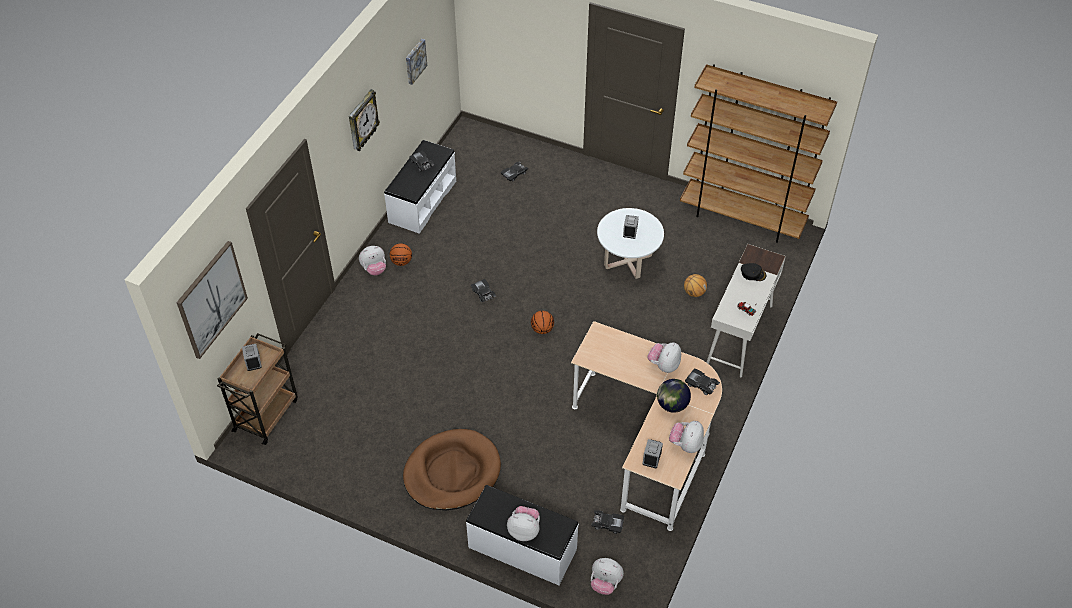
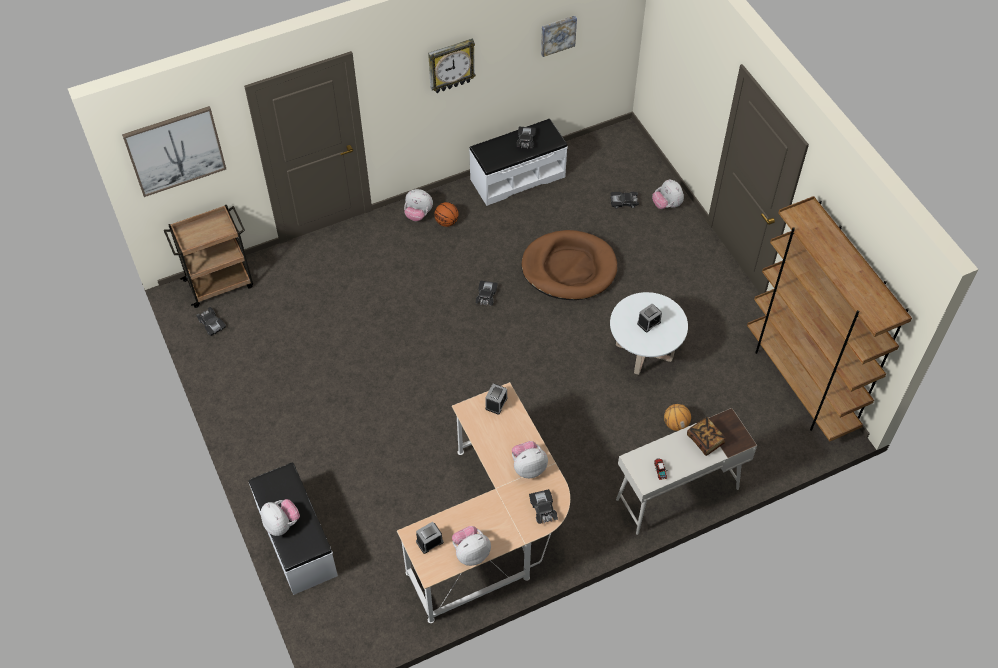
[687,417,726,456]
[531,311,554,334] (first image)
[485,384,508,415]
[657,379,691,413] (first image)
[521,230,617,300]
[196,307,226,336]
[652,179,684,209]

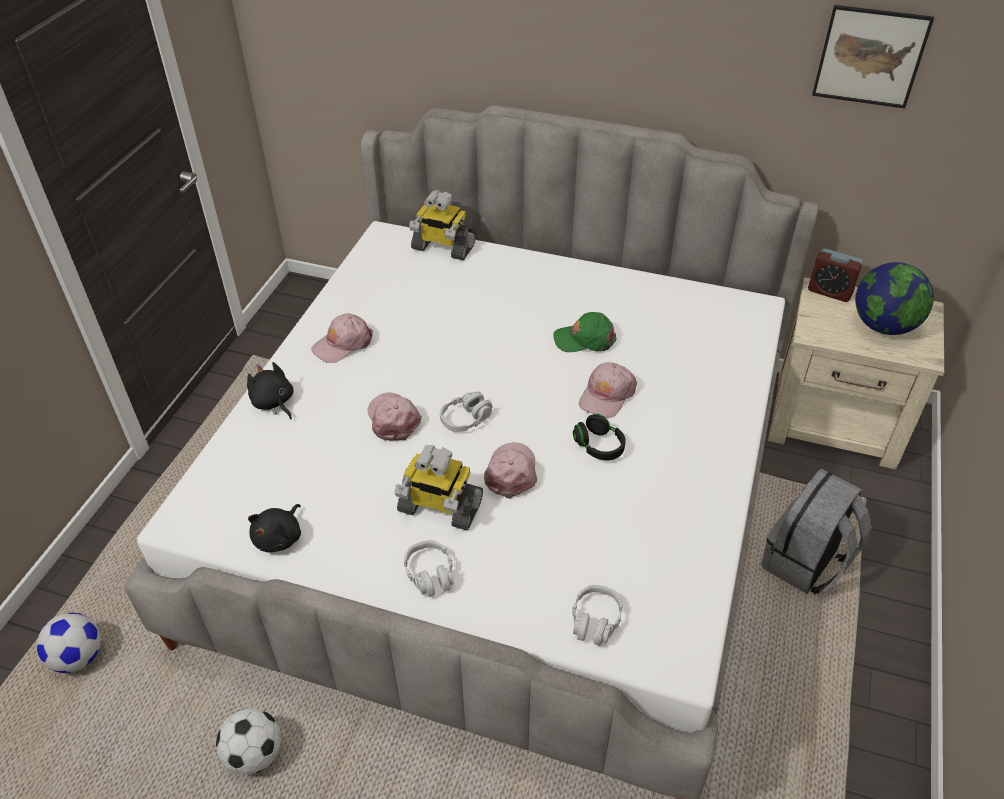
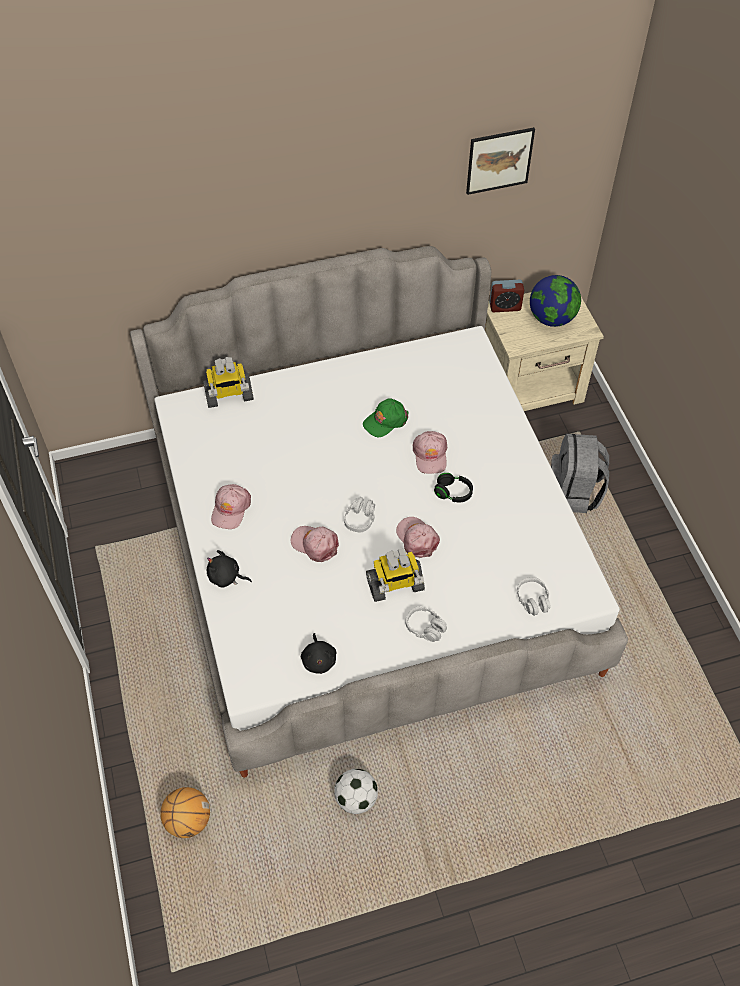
[160,787,210,838]

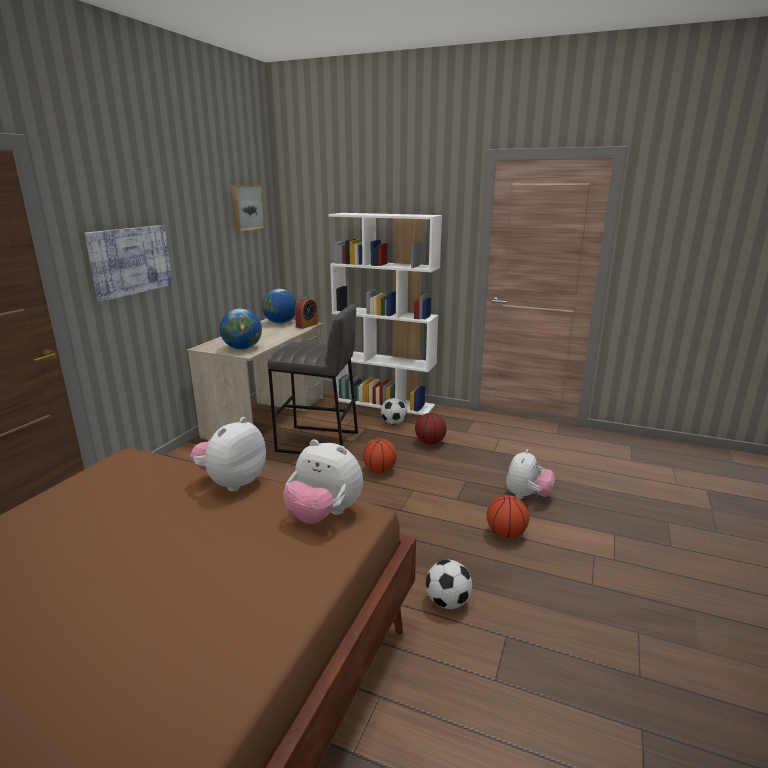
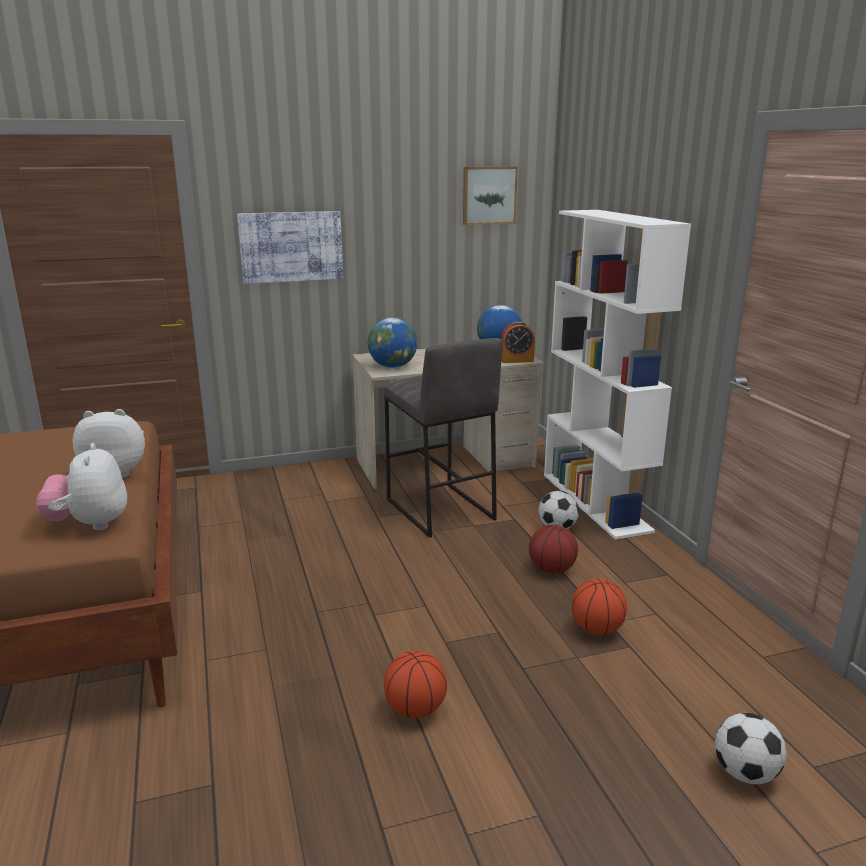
[572,579,627,635]
[506,449,555,499] (first image)
[715,713,786,784]

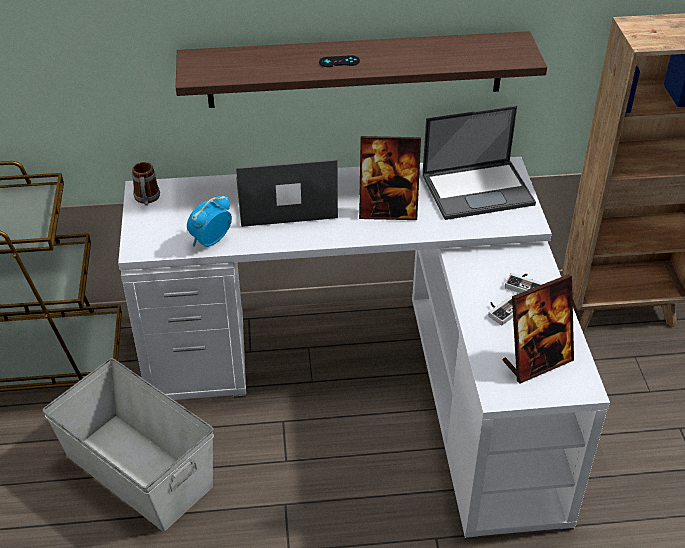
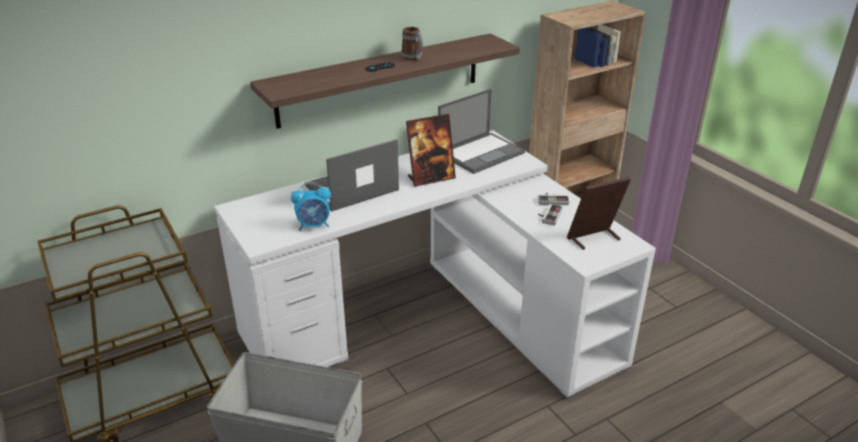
[401,27,423,60]
[291,182,331,231]
[567,177,631,250]

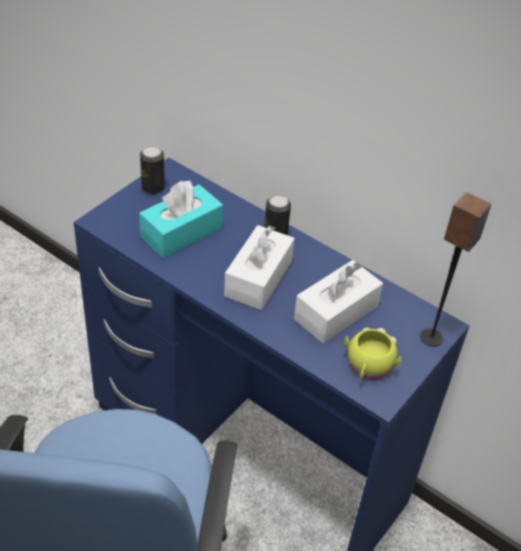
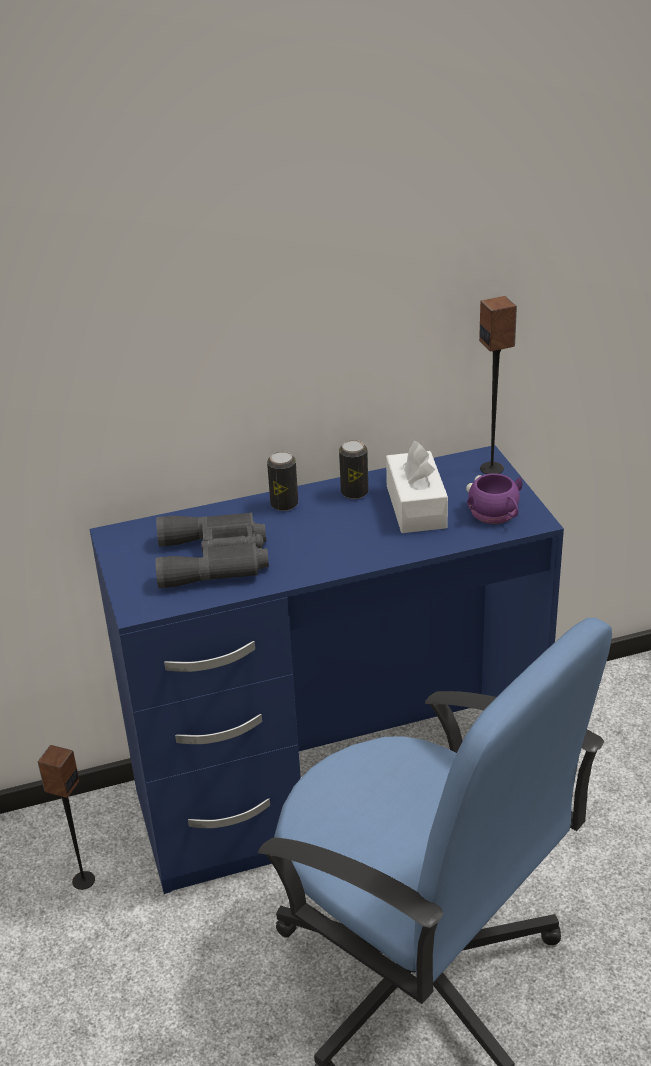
[339,440,368,499]
[156,513,269,588]
[224,225,295,310] (first image)
[466,473,522,524]
[38,745,95,890]

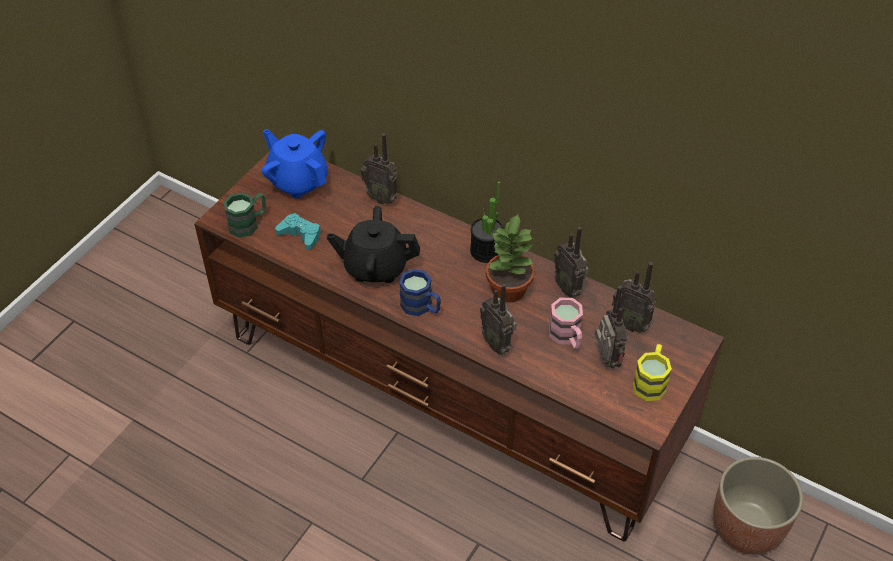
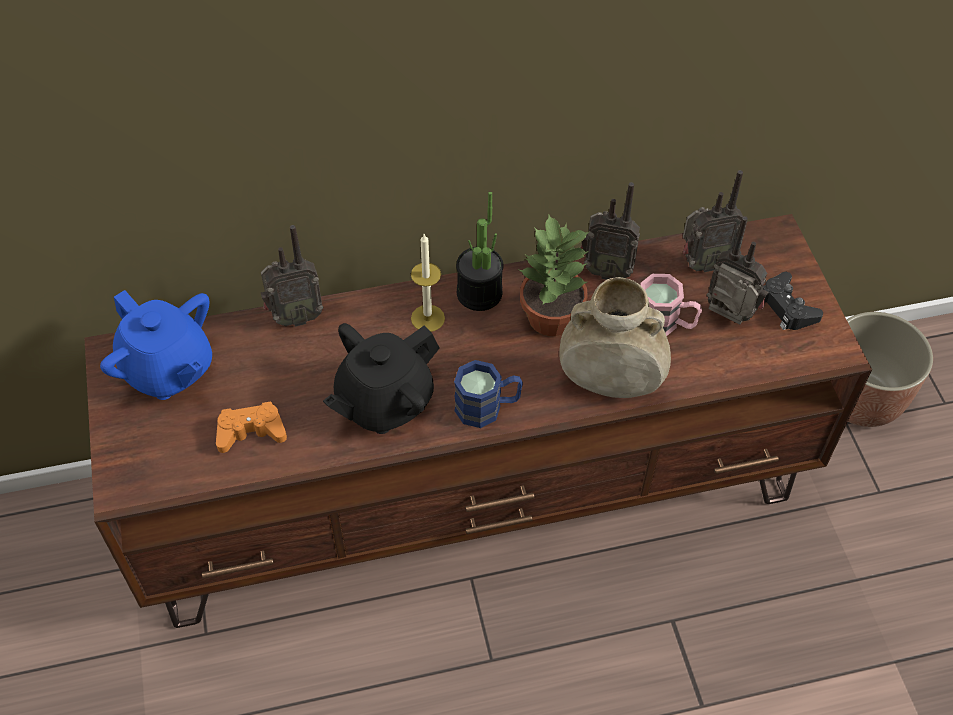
[100,290,212,400]
[224,192,266,238] (first image)
[216,401,287,453]
[559,277,671,398]
[763,272,823,330]
[411,234,445,332]

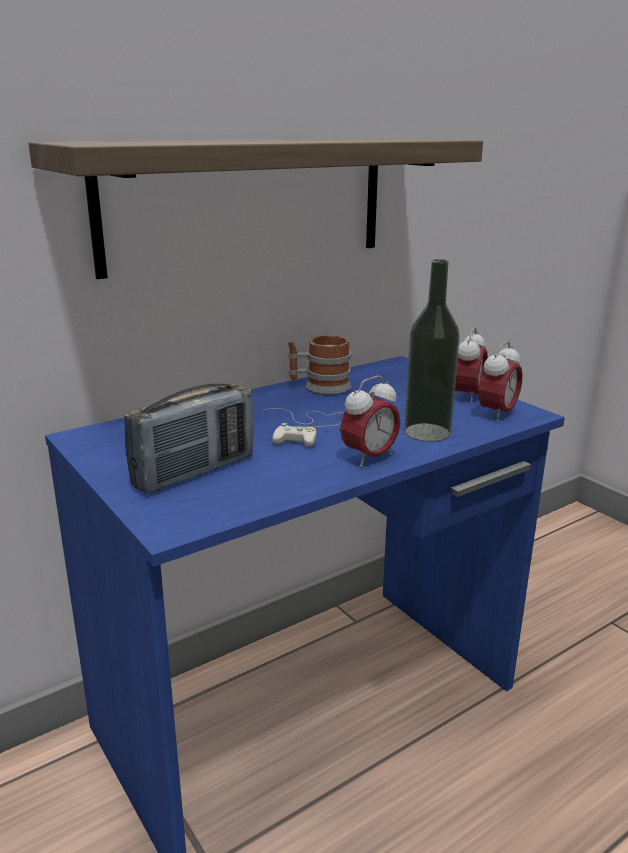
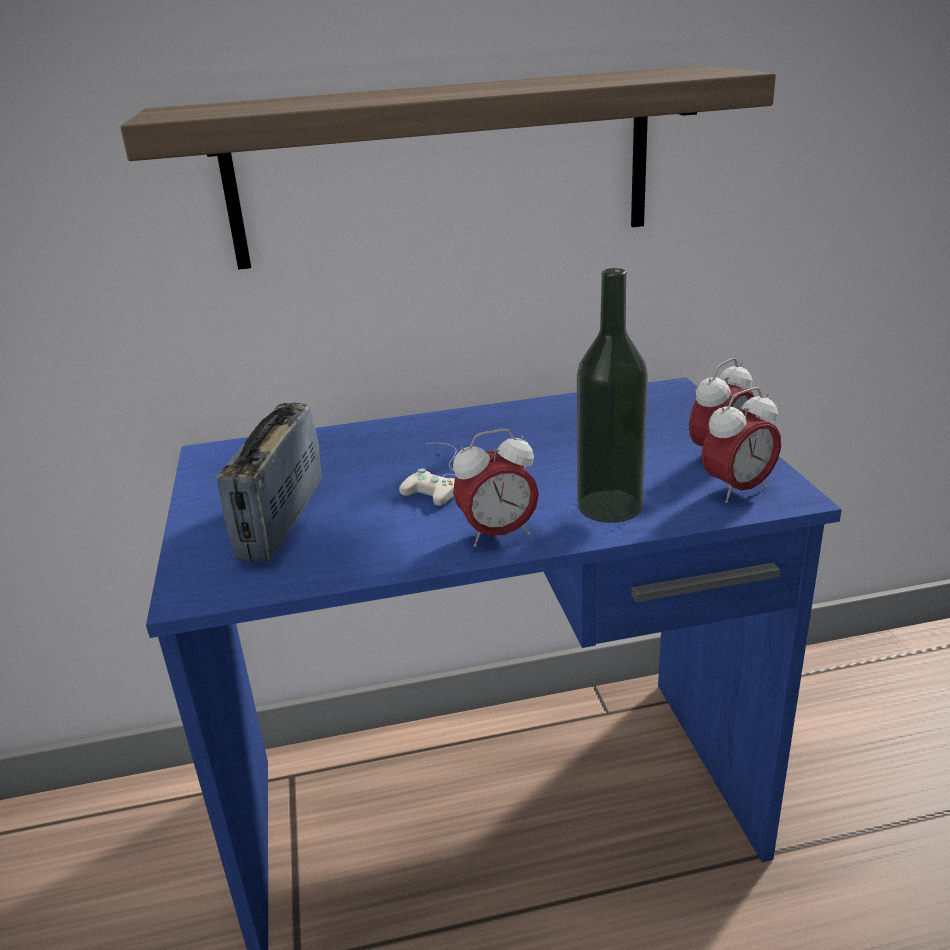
[288,335,352,395] (first image)
[217,403,321,562]

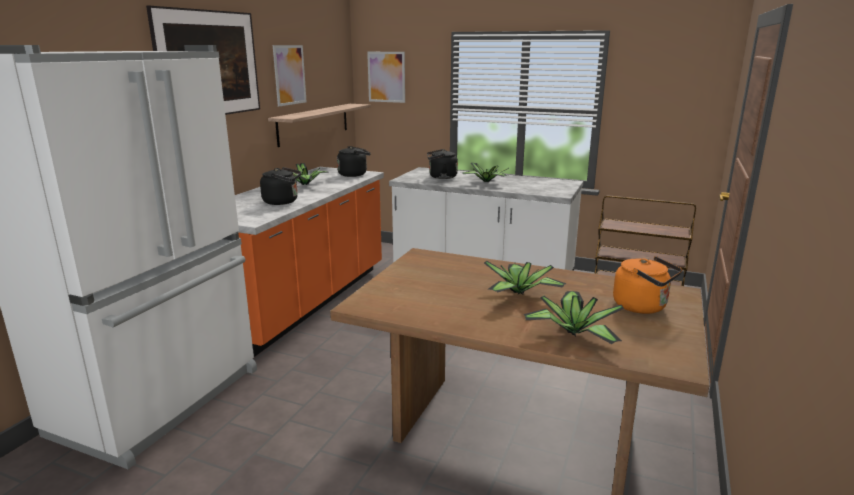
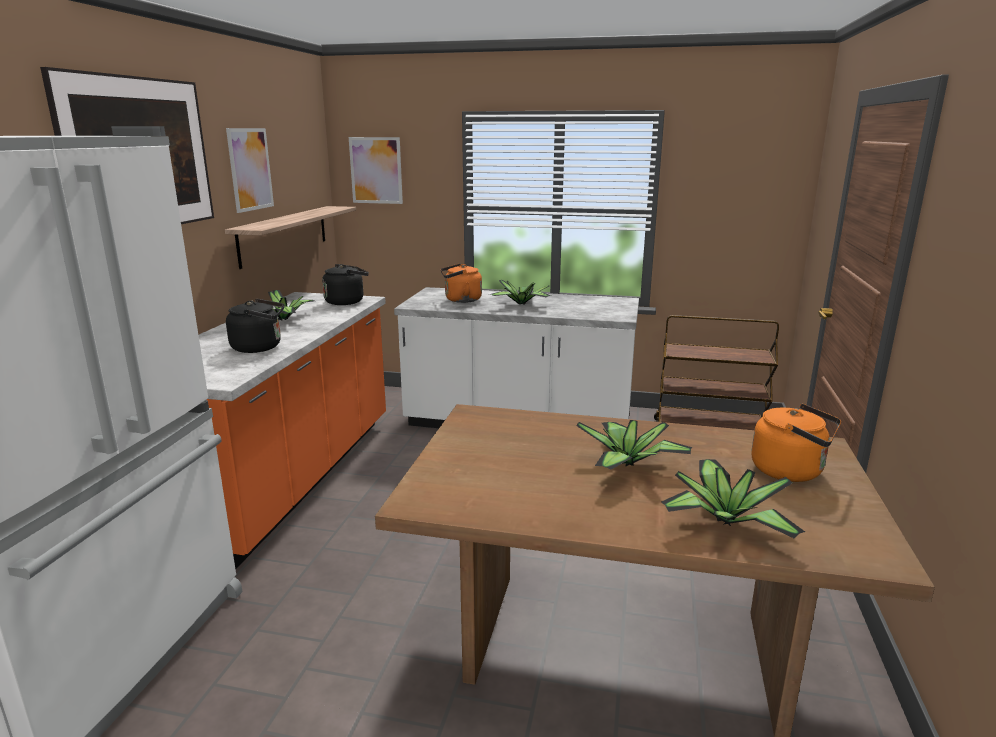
[441,263,482,303]

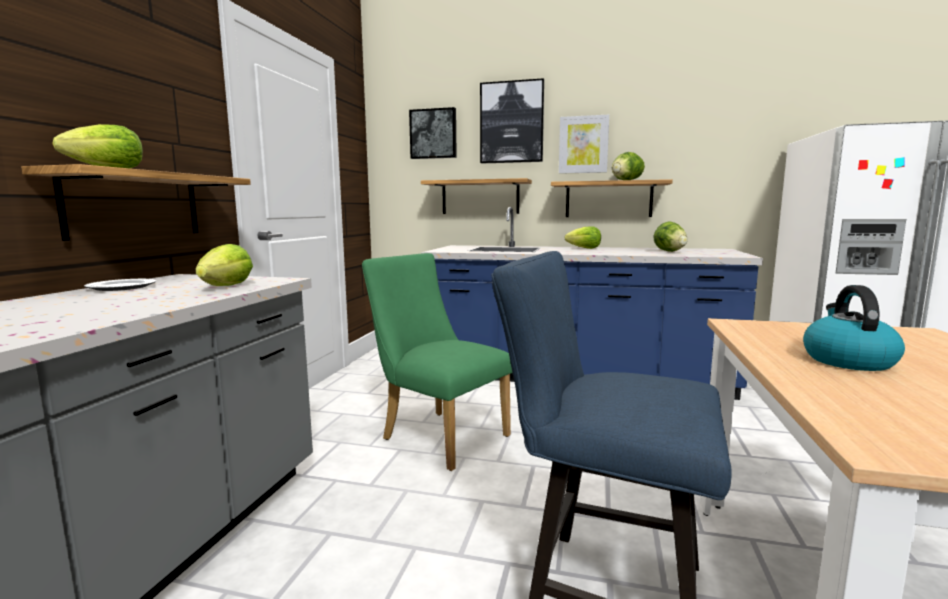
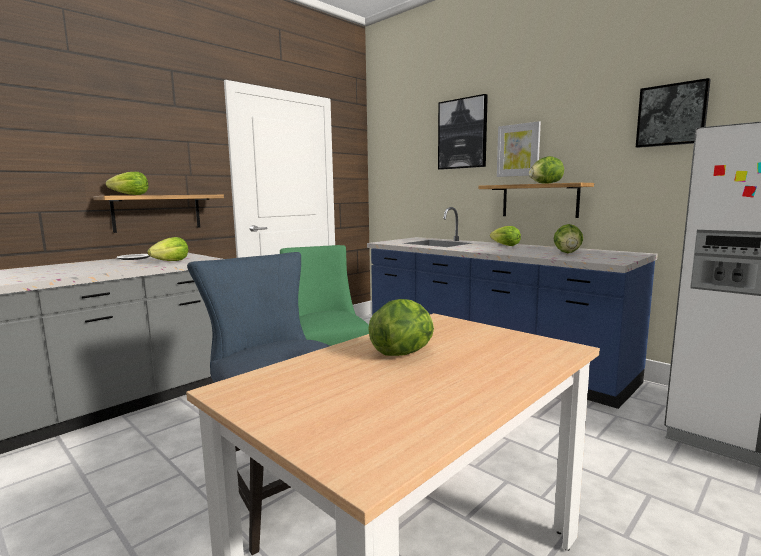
[636,78,711,148]
[421,178,532,214] (first image)
[369,299,434,356]

